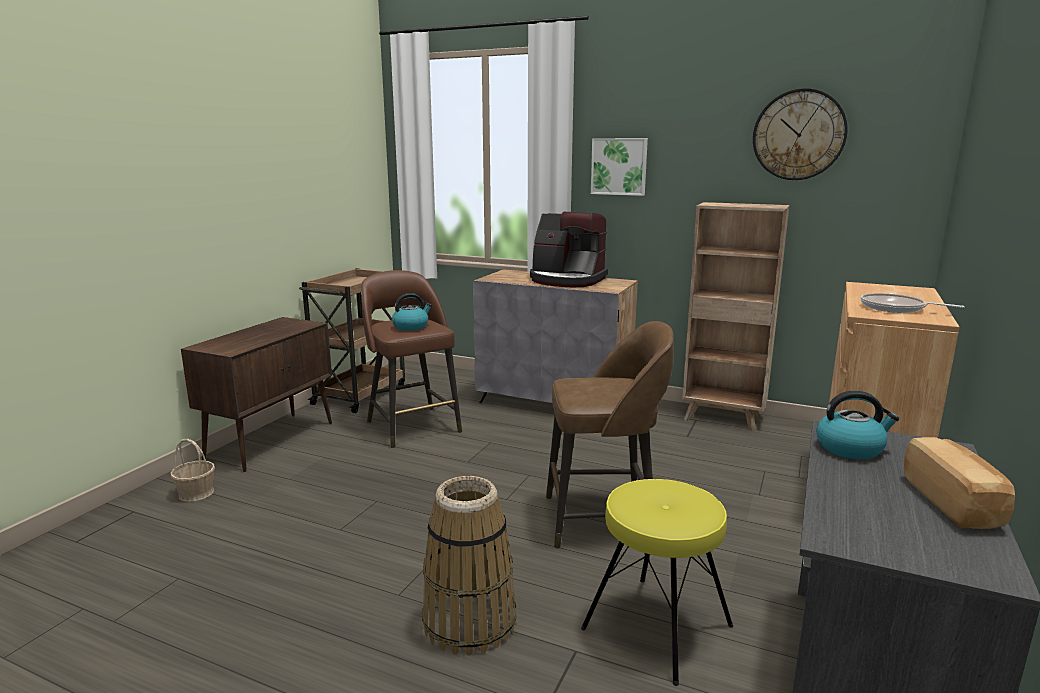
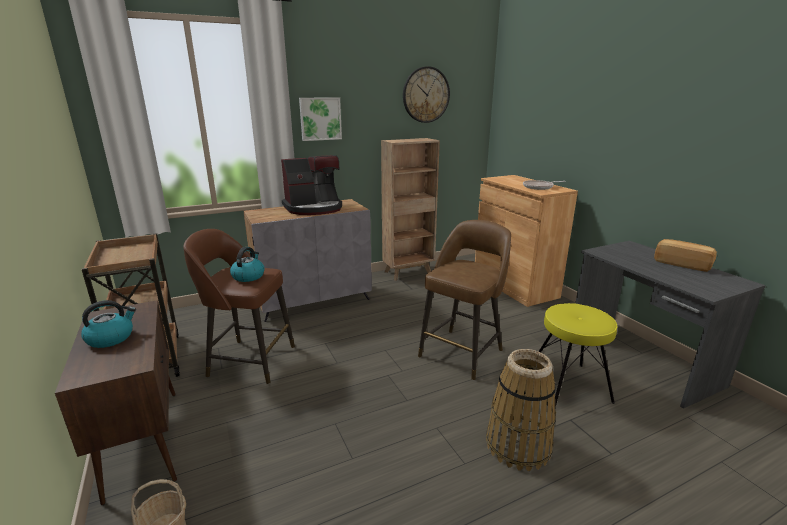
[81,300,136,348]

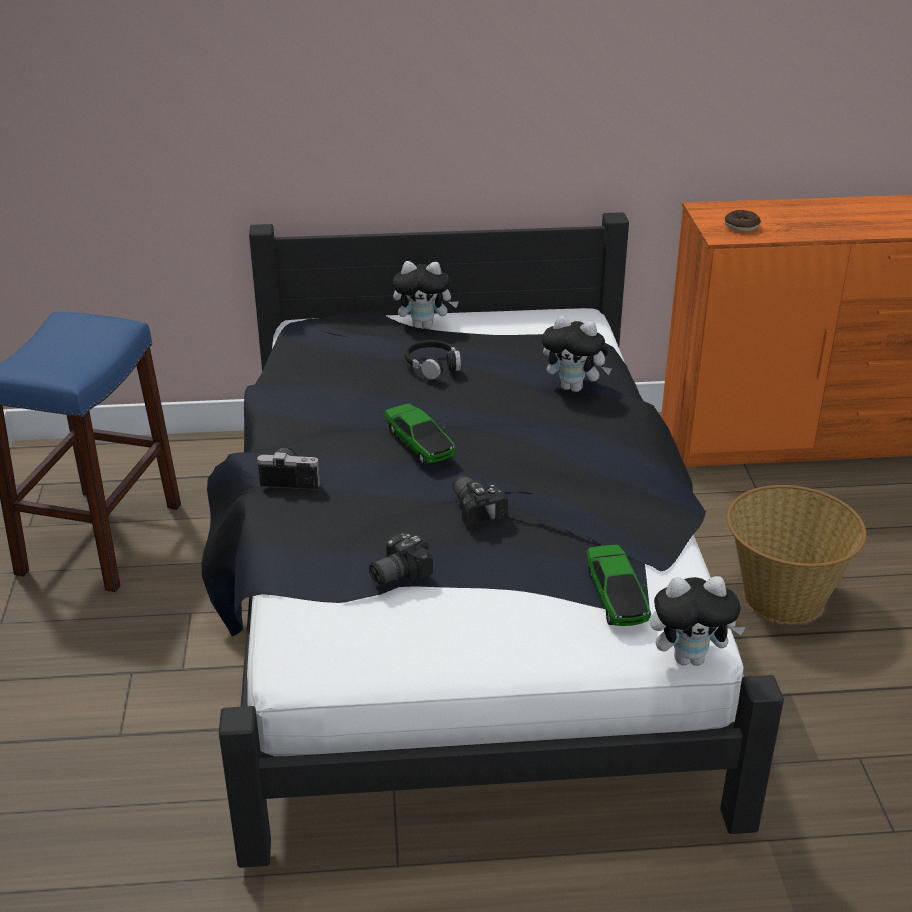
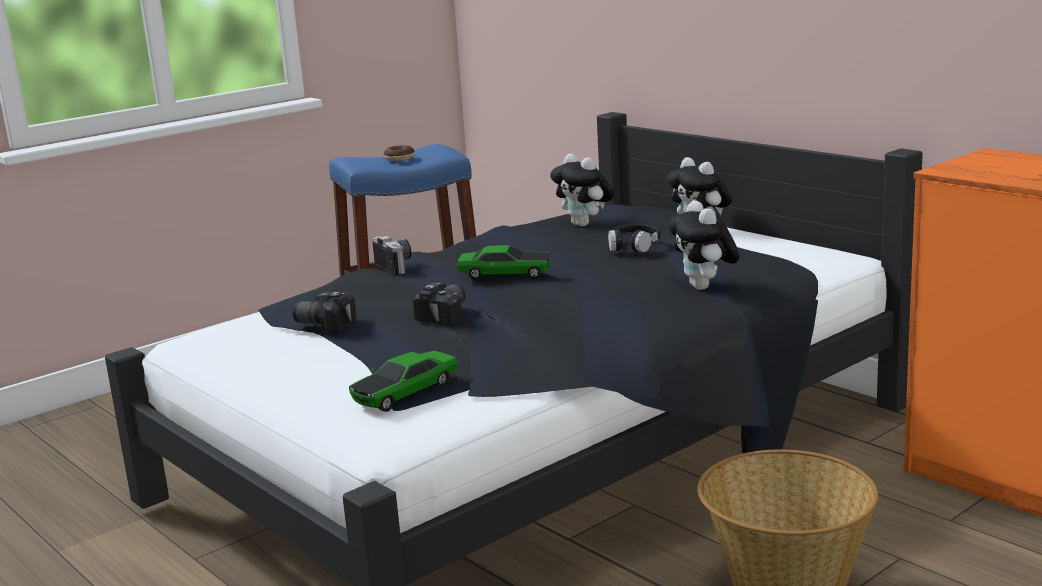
[384,145,415,161]
[457,245,550,280]
[550,154,614,227]

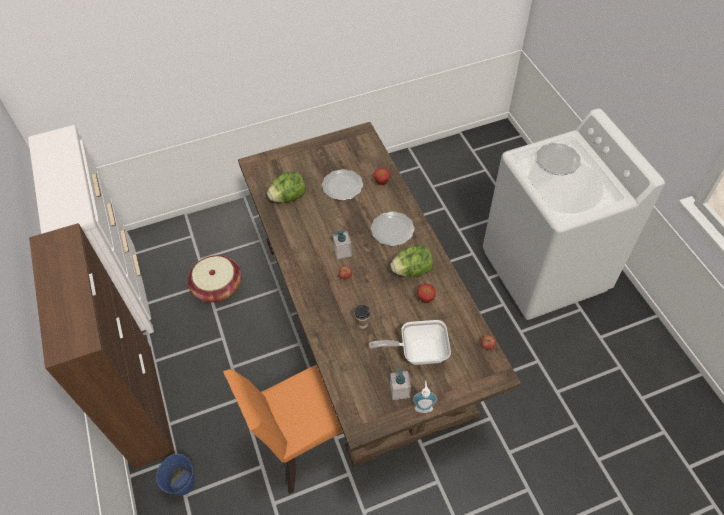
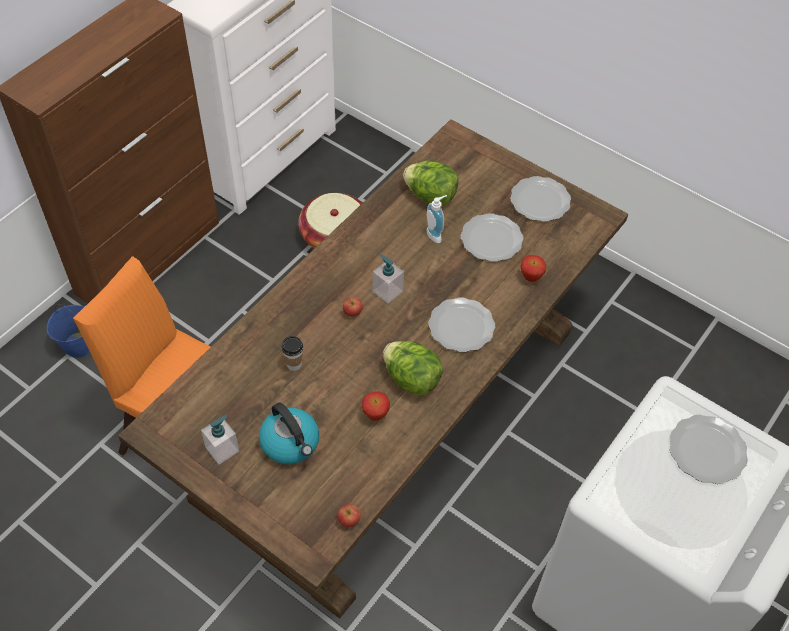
[259,402,319,464]
[426,195,447,243]
[510,176,571,222]

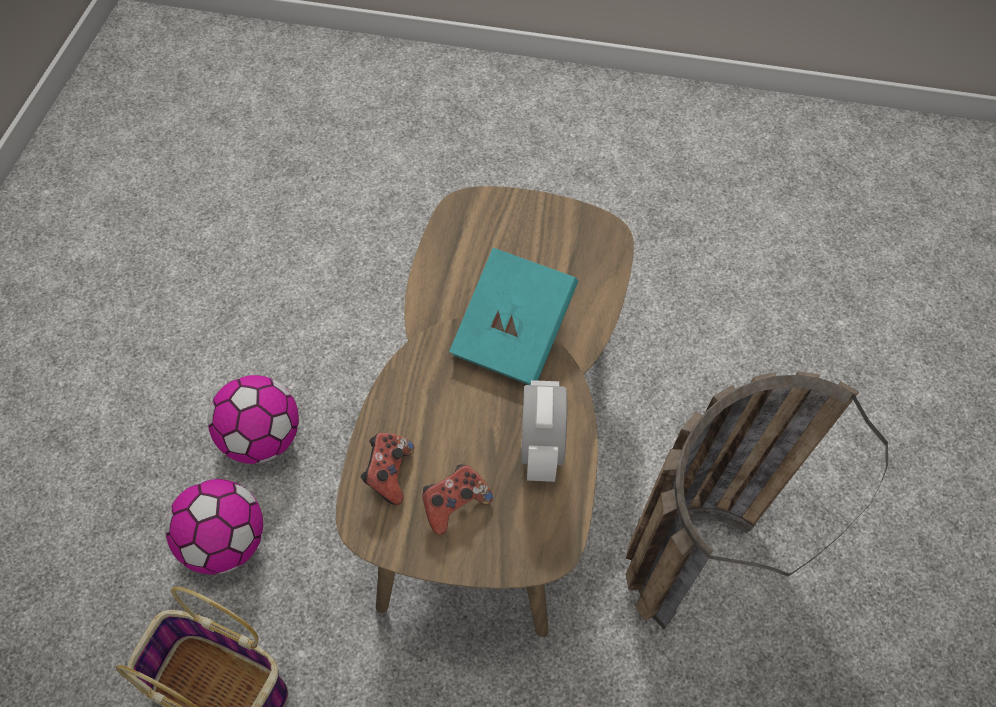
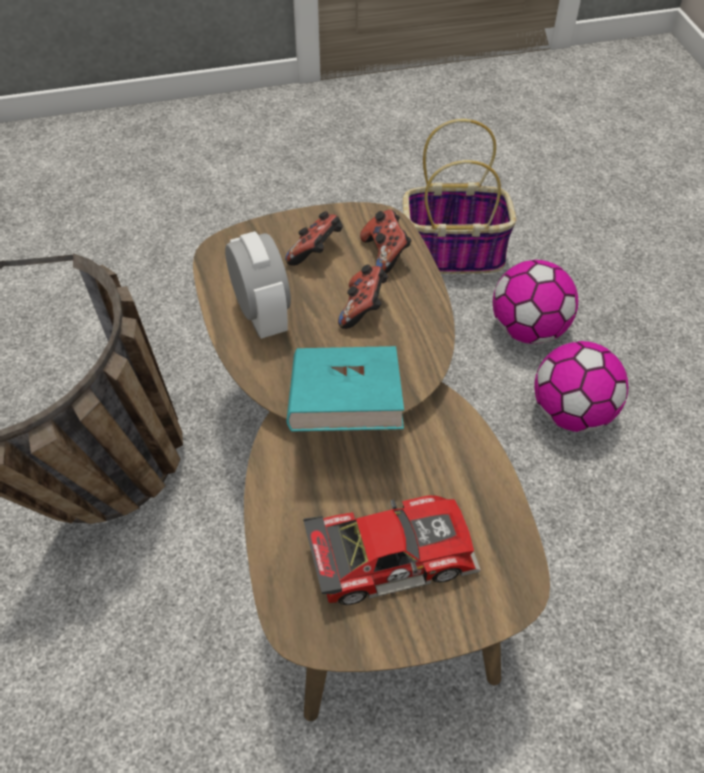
[338,264,388,329]
[303,495,481,605]

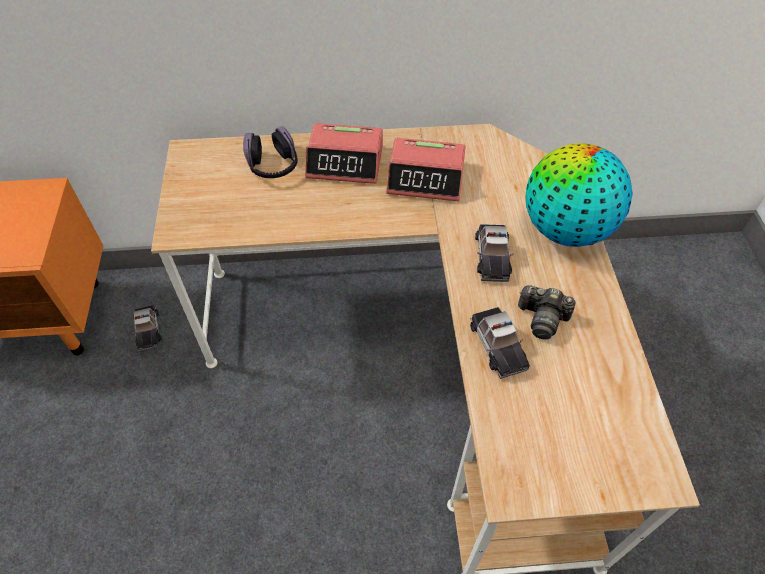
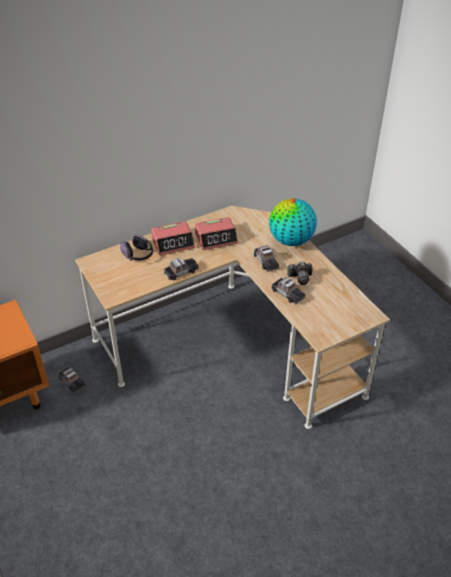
[164,258,199,280]

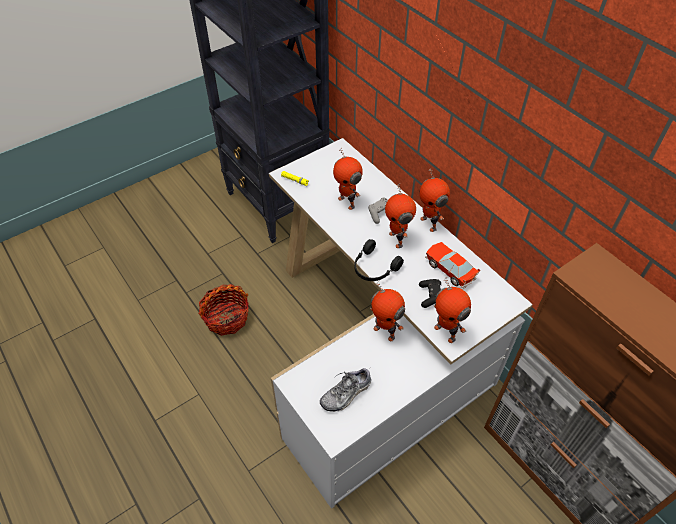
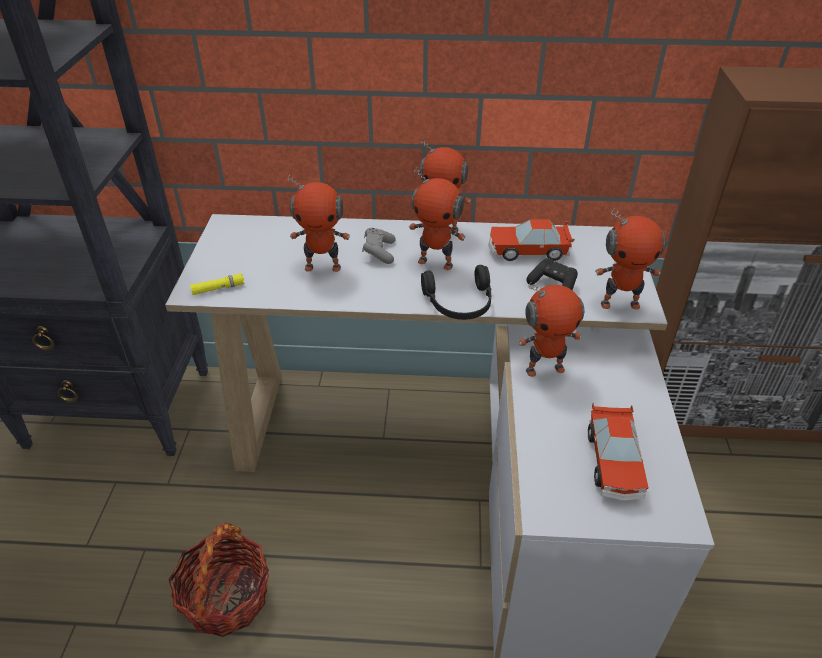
[588,403,649,501]

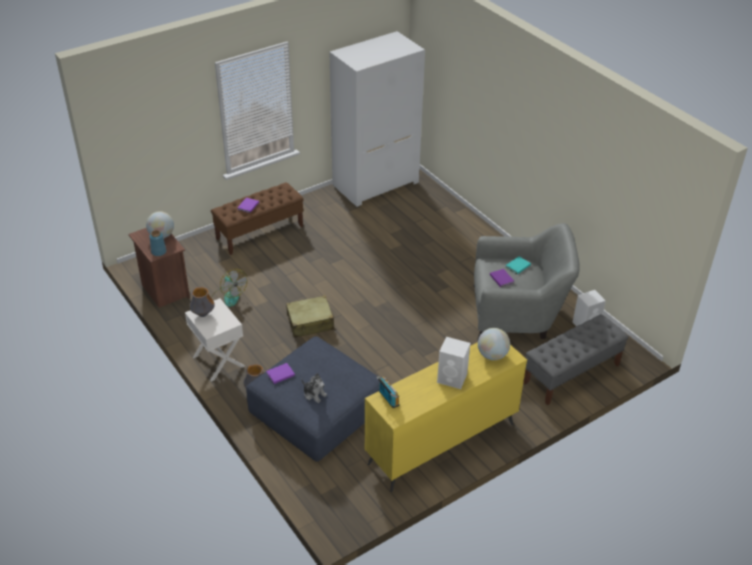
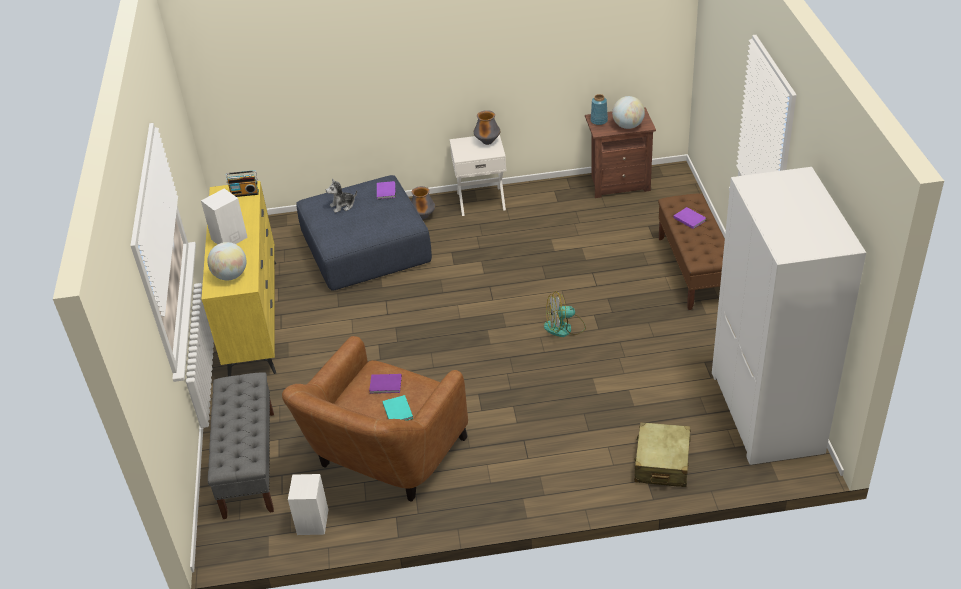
[282,336,468,502]
[544,292,586,337]
[634,422,691,487]

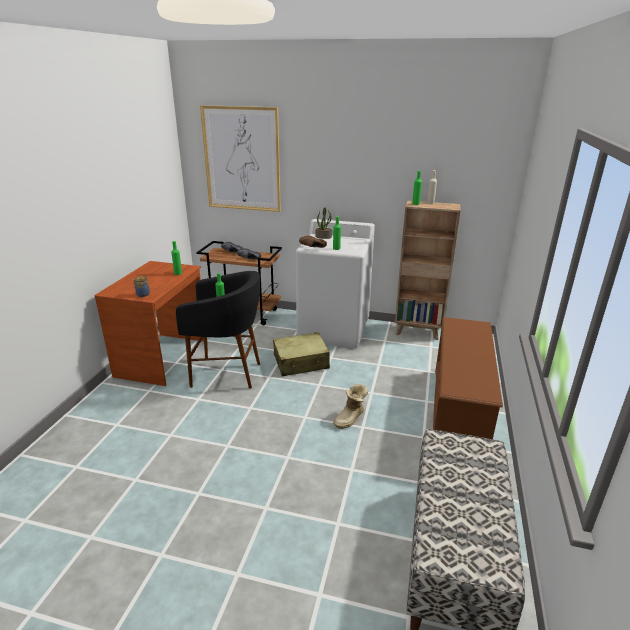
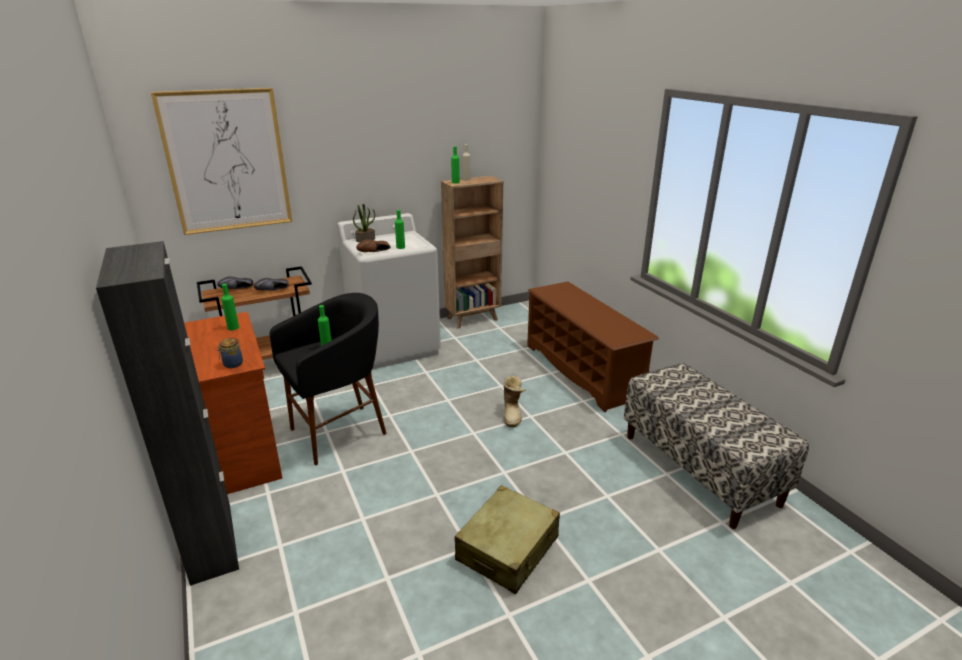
[455,485,560,594]
[96,241,239,586]

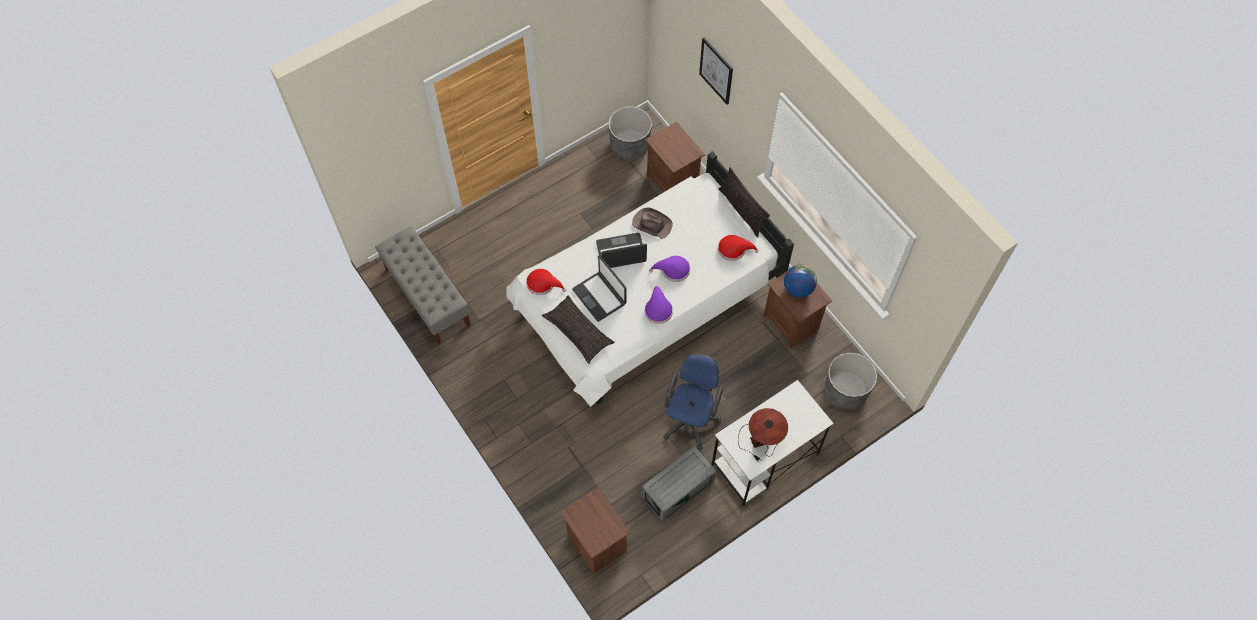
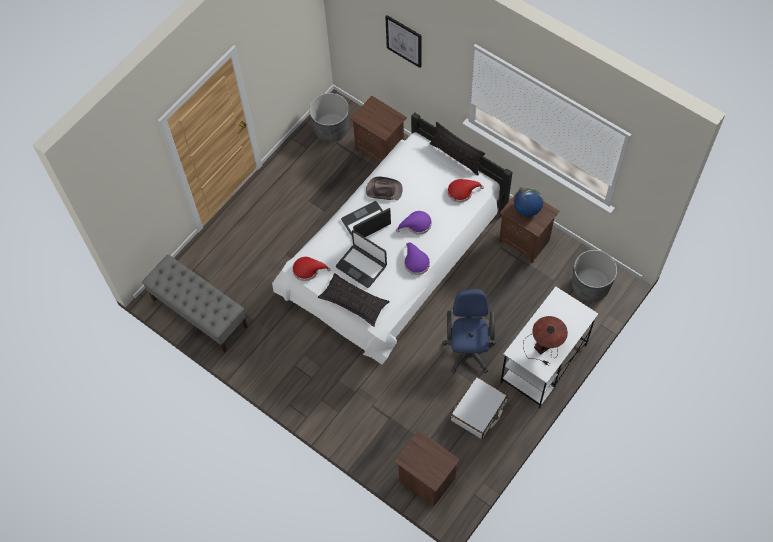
[450,377,508,439]

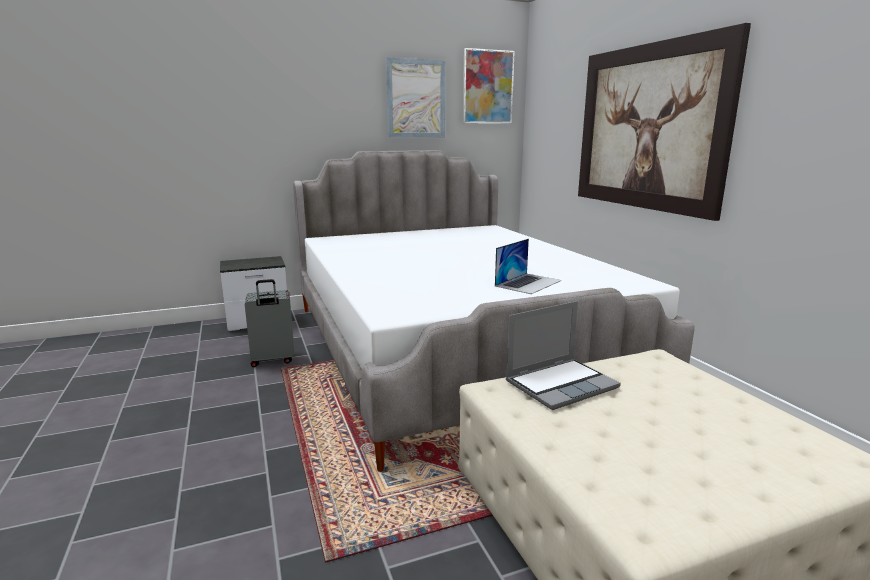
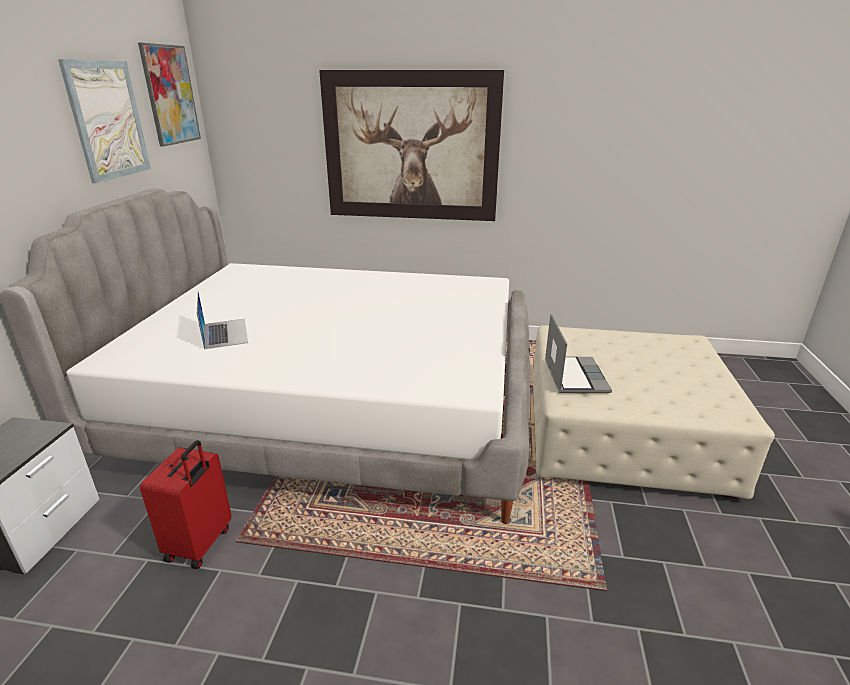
[197,292,248,349]
[140,440,232,569]

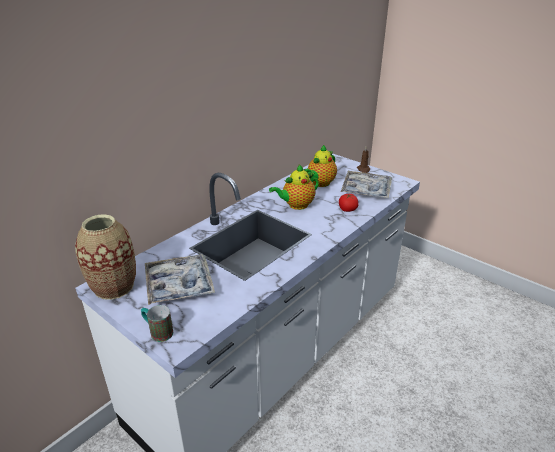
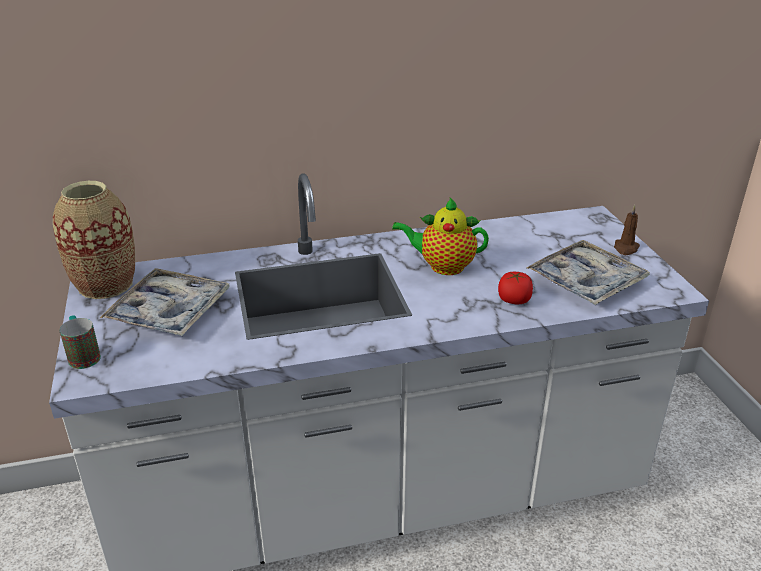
[303,145,337,187] (first image)

